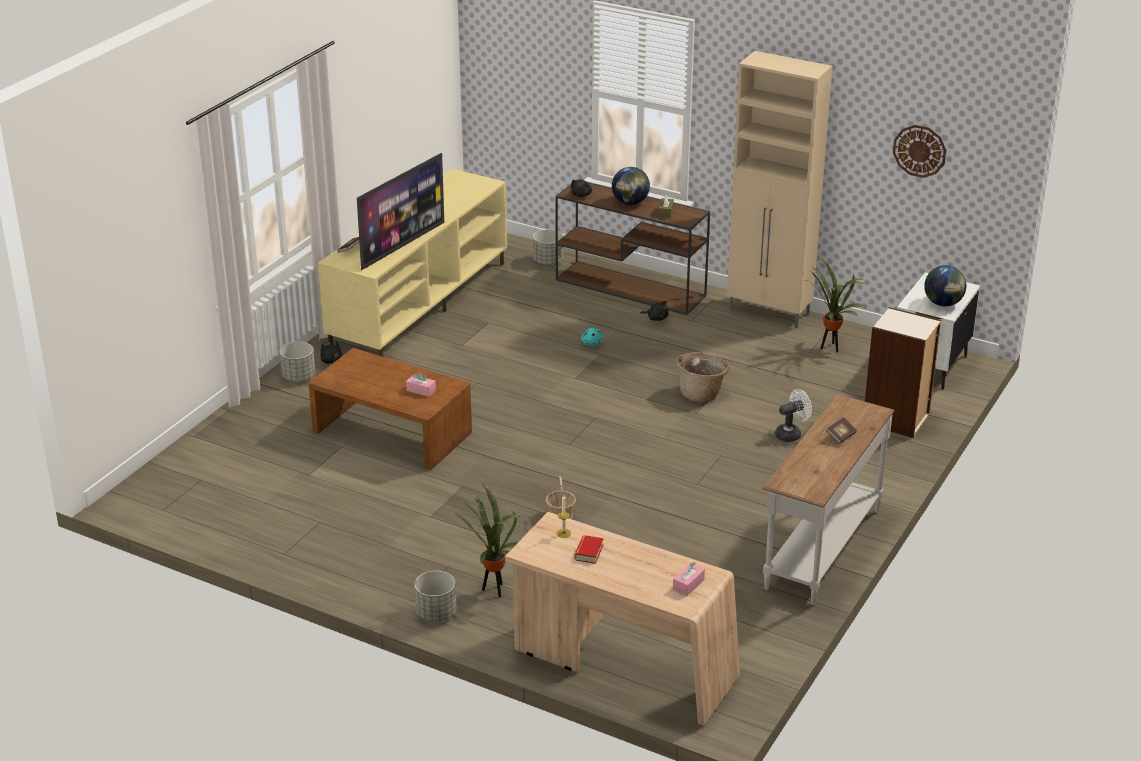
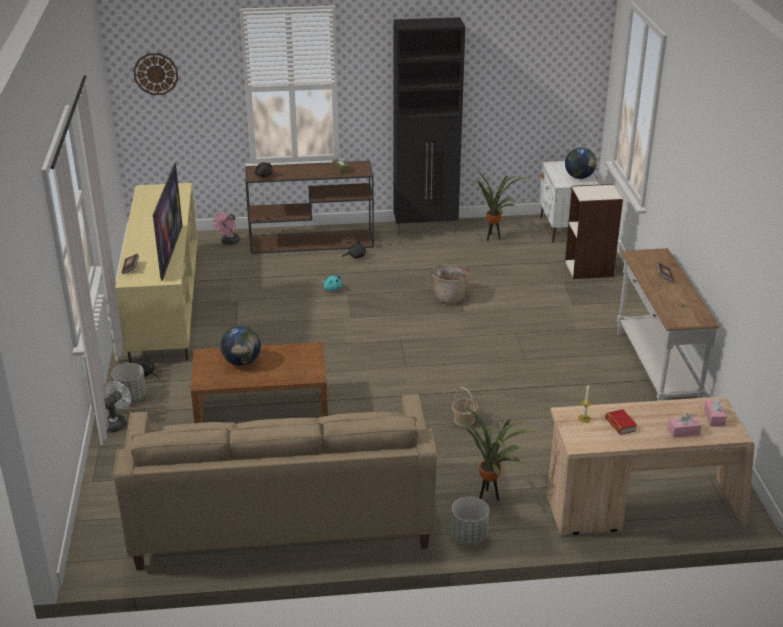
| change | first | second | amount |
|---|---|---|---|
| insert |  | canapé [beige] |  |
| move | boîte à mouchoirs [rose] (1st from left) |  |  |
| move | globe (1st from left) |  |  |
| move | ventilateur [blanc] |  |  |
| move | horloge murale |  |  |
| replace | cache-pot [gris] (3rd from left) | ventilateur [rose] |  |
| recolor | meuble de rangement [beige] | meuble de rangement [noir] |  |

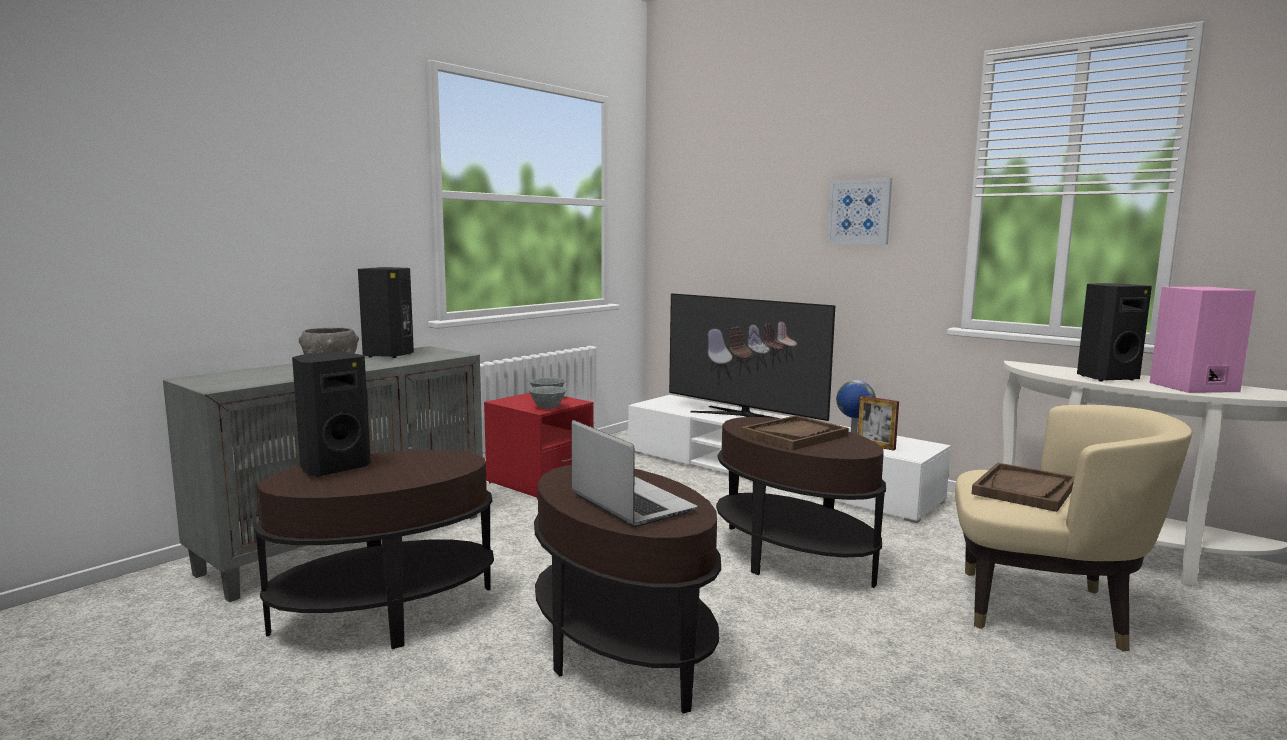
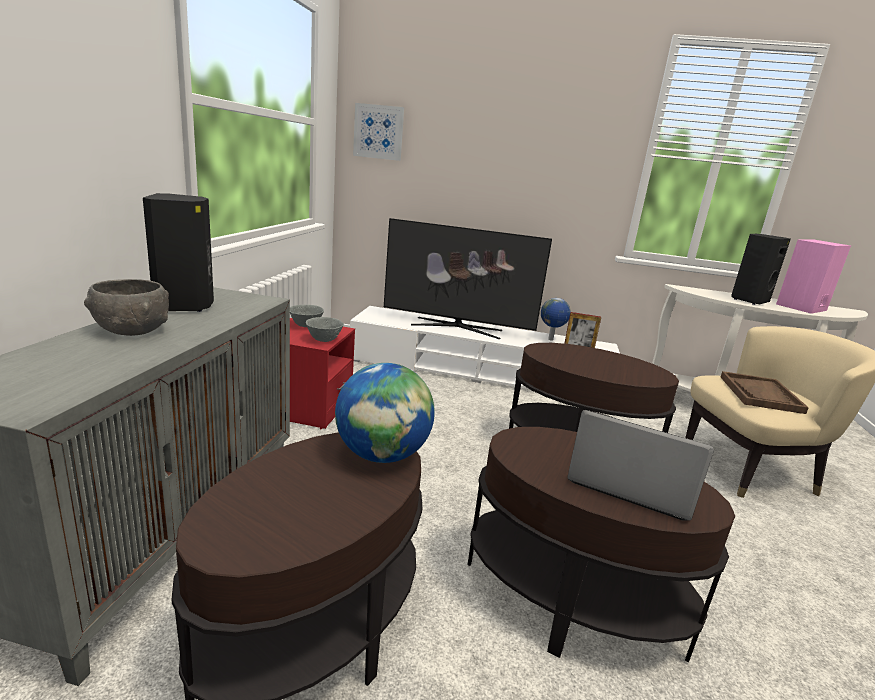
| change | first | second | amount |
|---|---|---|---|
| delete | enceinte [noir] (1st from left) |  |  |
| delete | plateau [marron] (1st from left) |  |  |
| insert |  | globe (1st from left) |  |
| move | tableau |  |  |

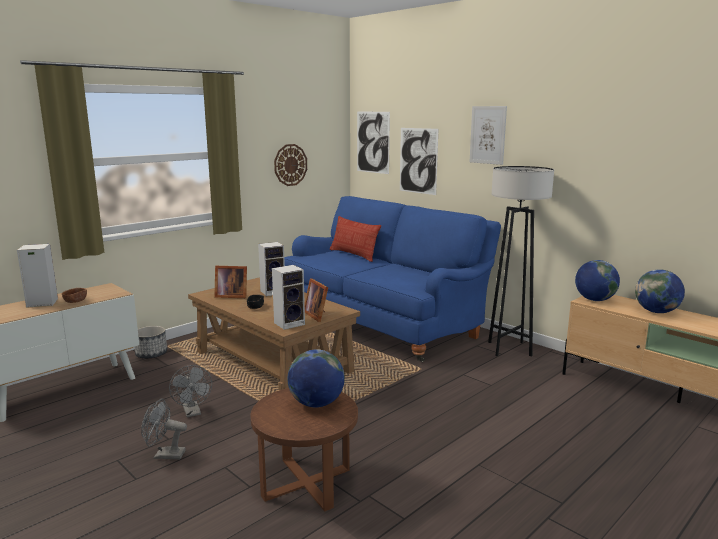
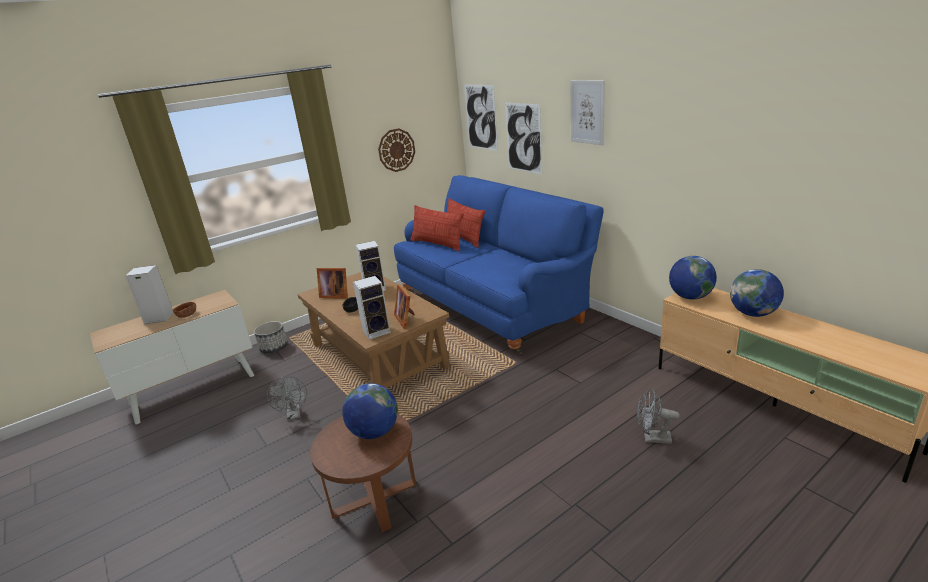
| change | first | second | amount |
|---|---|---|---|
| delete | lampadaire [gris] |  |  |
| insert |  | coussin (1st from left) |  |
| move | ventilateur [gris] (1st from left in the first image) | ventilateur [gris] (2nd from left) |  |

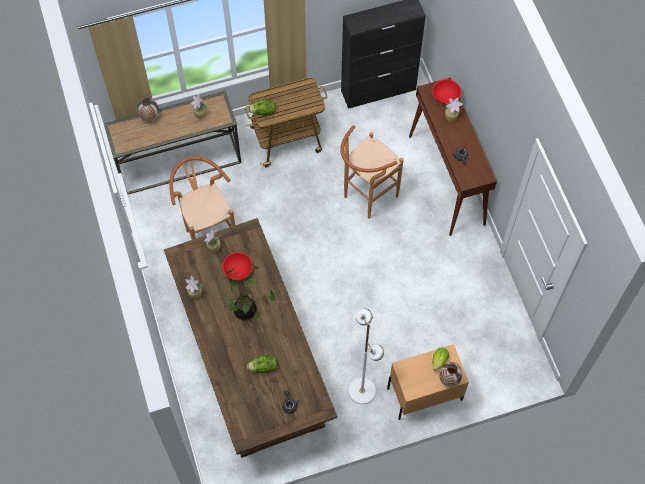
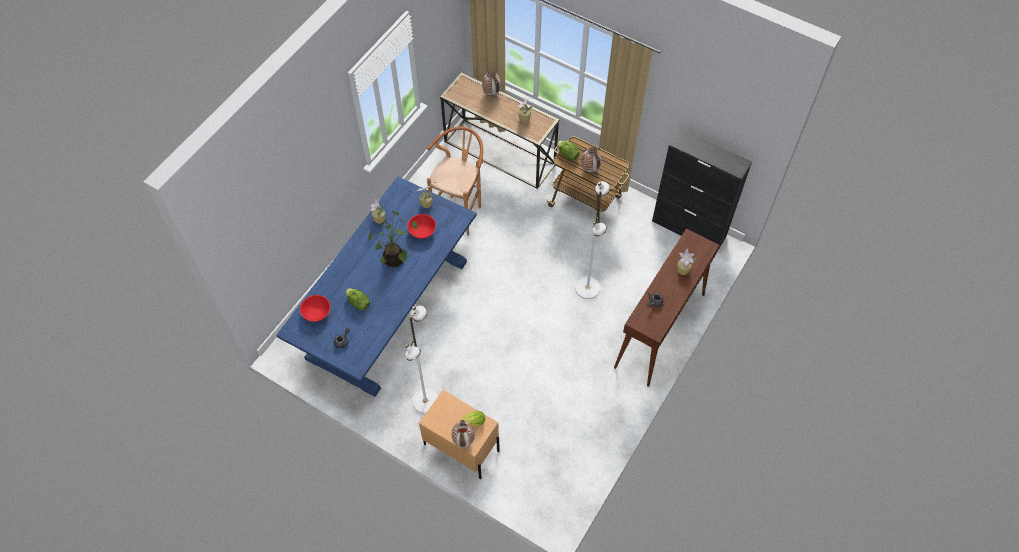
| change | first | second | amount |
|---|---|---|---|
| insert |  | vase (3rd from left) |  |
| move | bol [rouge] (2nd from left in the first image) | bol [rouge] (1st from left) |  |
| replace | tabouret [marron] (2nd from left) | lampadaire [blanc] (2nd from left) |  |
| recolor | table à manger [marron] | table à manger [bleu] |  |

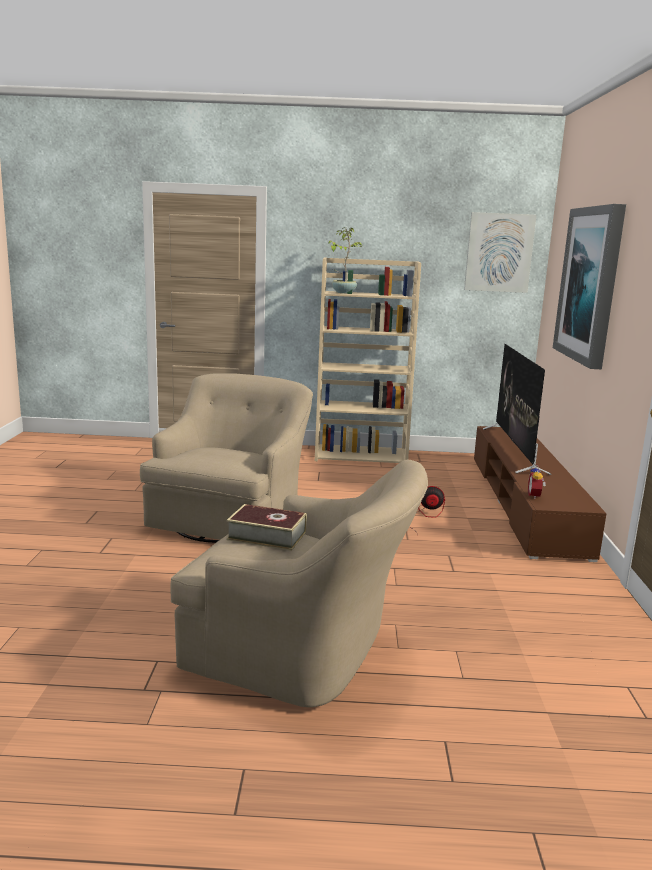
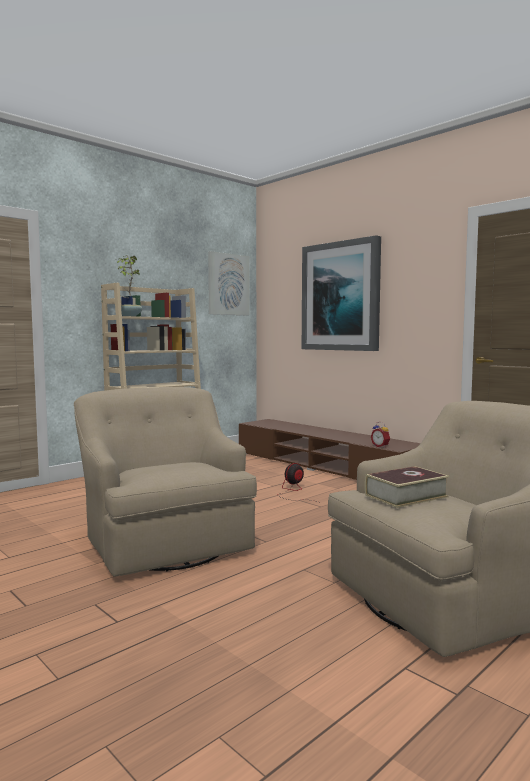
| change | first | second | amount |
|---|---|---|---|
| delete | téléviseur |  |  |

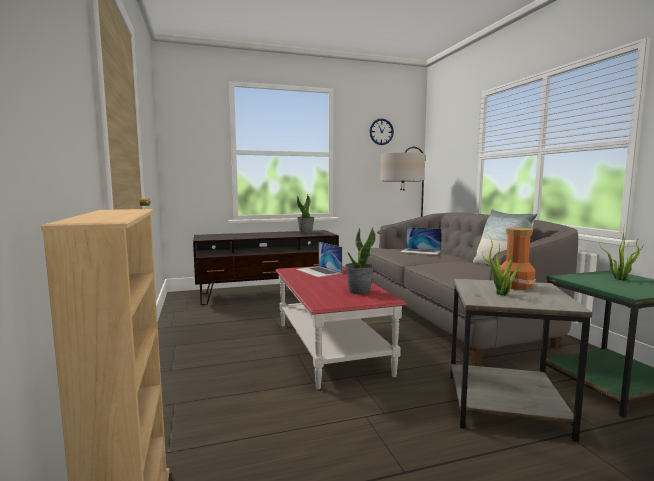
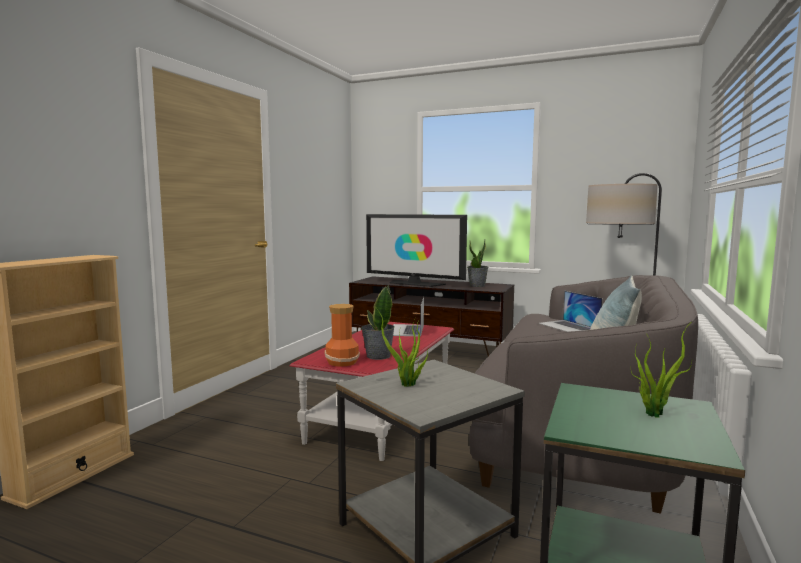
| change | first | second | amount |
|---|---|---|---|
| delete | horloge murale |  |  |
| insert |  | téléviseur |  |
| move | vase |  |  |

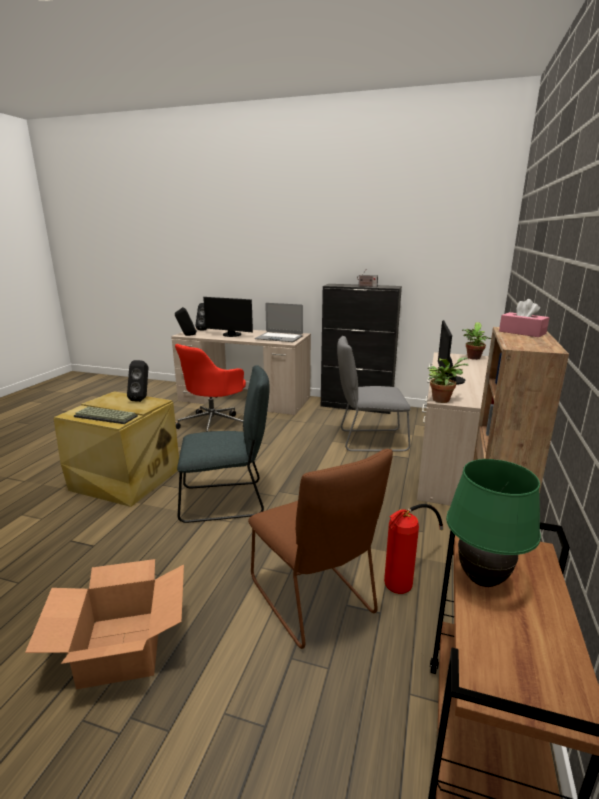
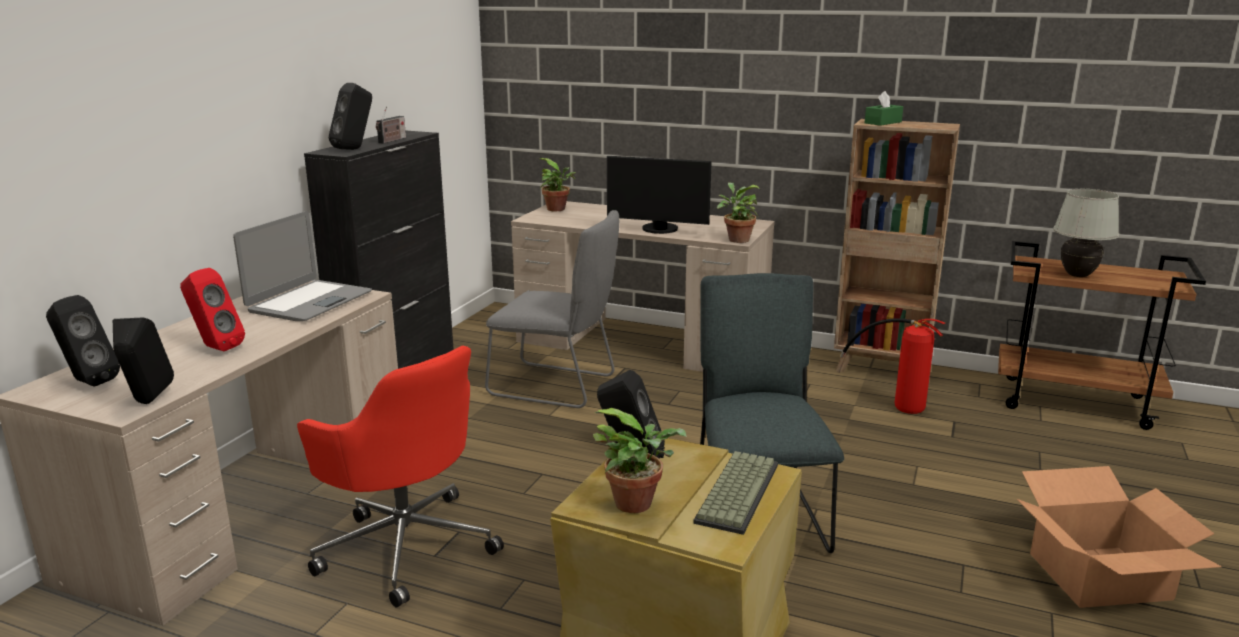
| change | first | second | amount |
|---|---|---|---|
| delete | chaise [marron] |  |  |
| insert |  | enceinte [noir] (3rd from left) |  |
| insert |  | plante en pot (2nd from left) |  |
| replace | écran d'ordinateur (1st from left) | enceinte [rouge] |  |
| recolor | lampe de table [vert] | lampe de table [blanc] |  |
| recolor | boîte à mouchoirs [rose] | boîte à mouchoirs [vert] |  |
| rotate | chaise [gris] (2nd from left in the first image) | chaise [gris] (1st from left) | 75 degrees counterclockwise |

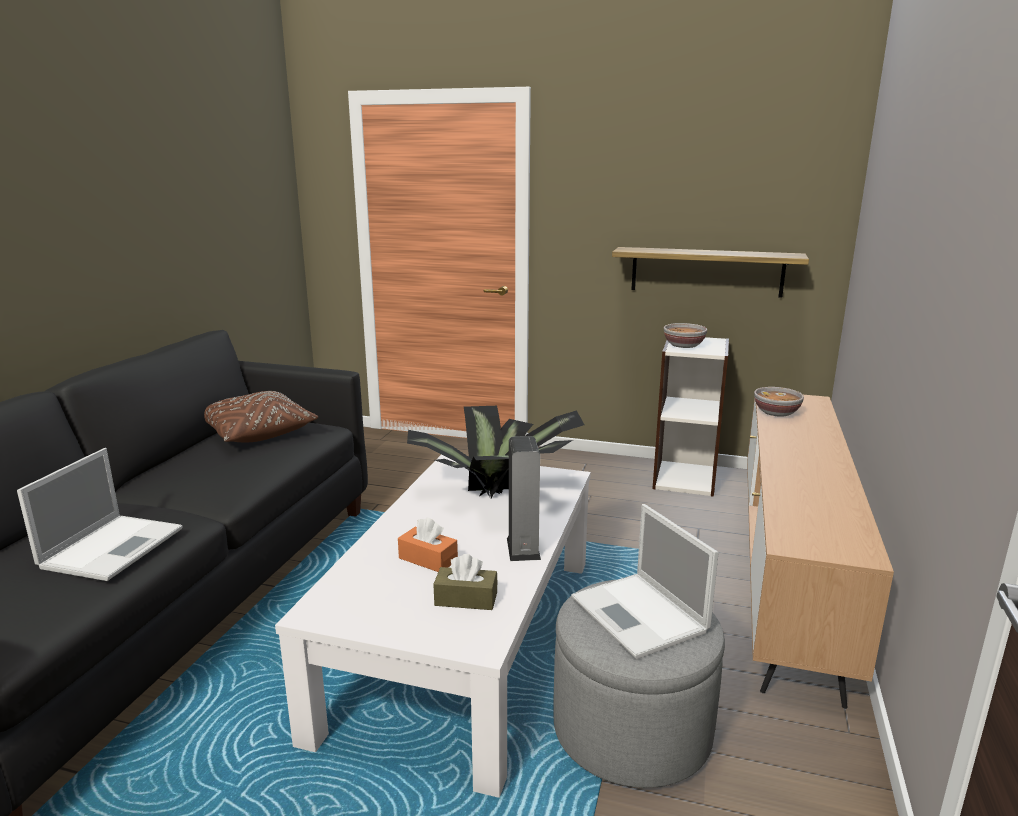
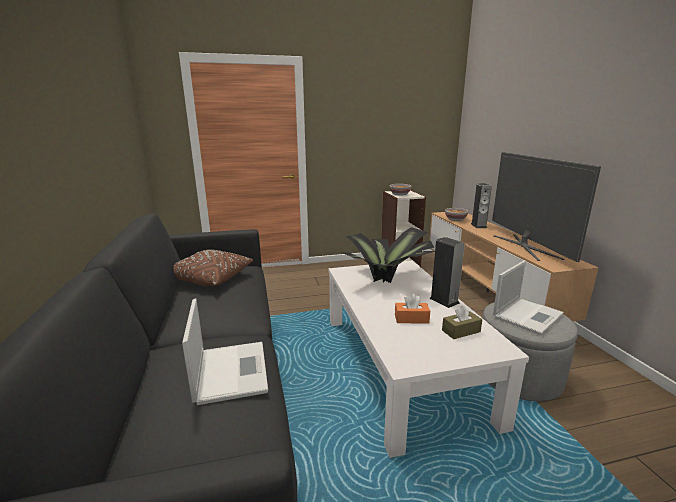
| change | first | second | amount |
|---|---|---|---|
| delete | étagère |  |  |
| insert |  | enceinte (2nd from left) |  |
| insert |  | téléviseur |  |
| rotate | ordinateur portable (2nd from left) |  | 75 degrees counterclockwise |

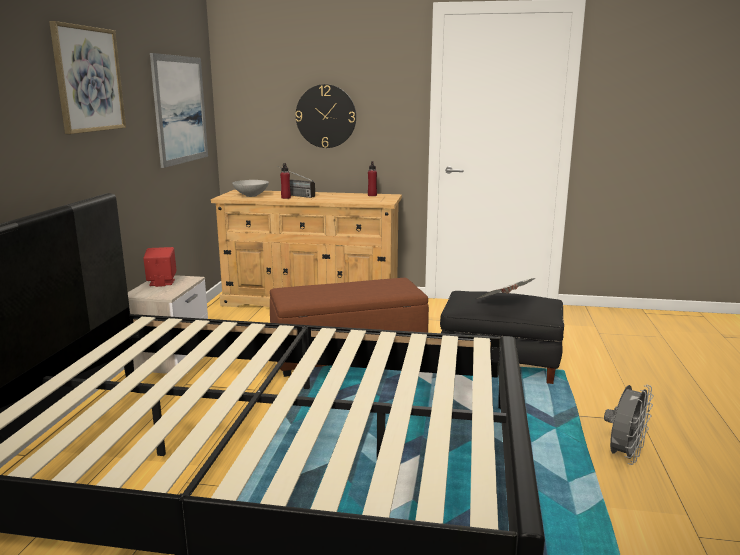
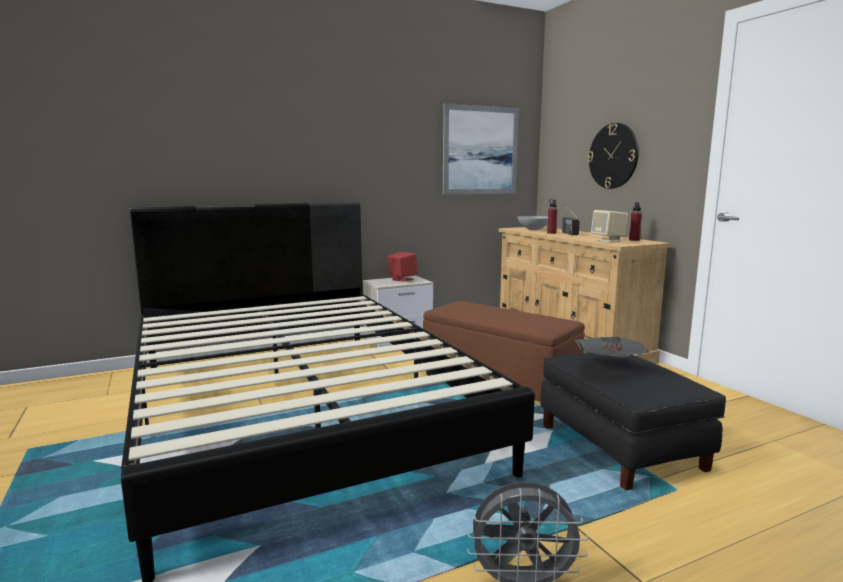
| change | first | second | amount |
|---|---|---|---|
| delete | tableau (1st from left) |  |  |
| insert |  | enceinte [beige] |  |

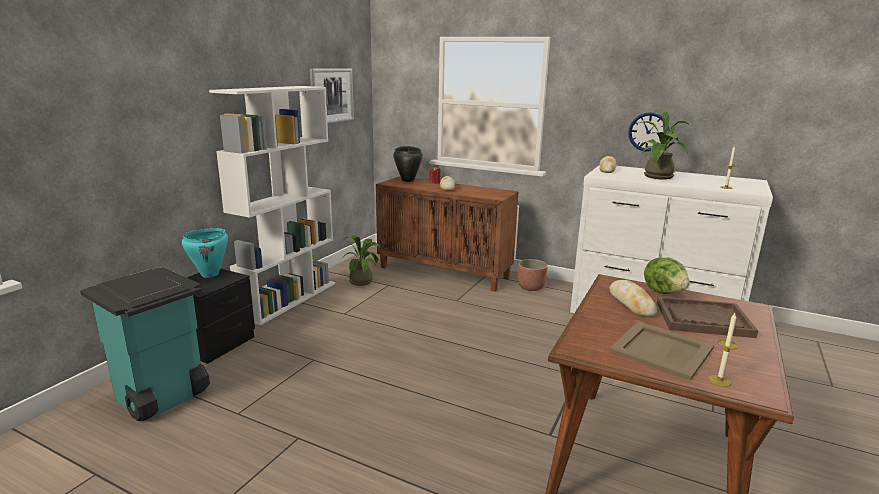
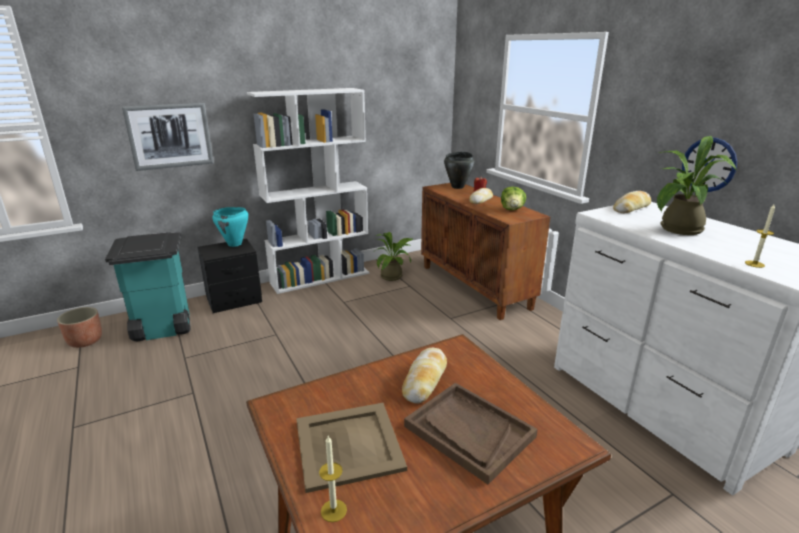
| change | first | second | amount |
|---|---|---|---|
| move | tableau |  |  |
| move | cache-pot |  |  |
| move | laitue |  |  |

